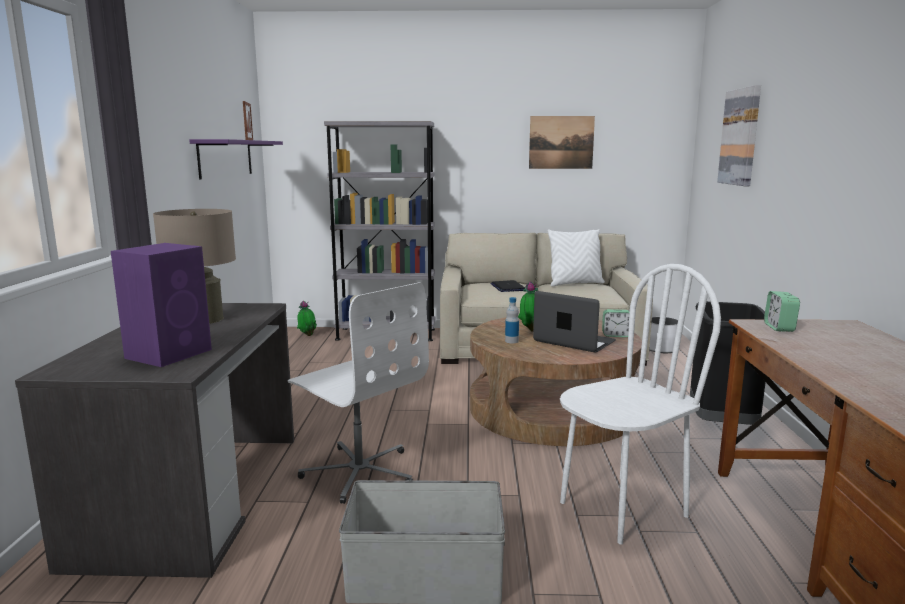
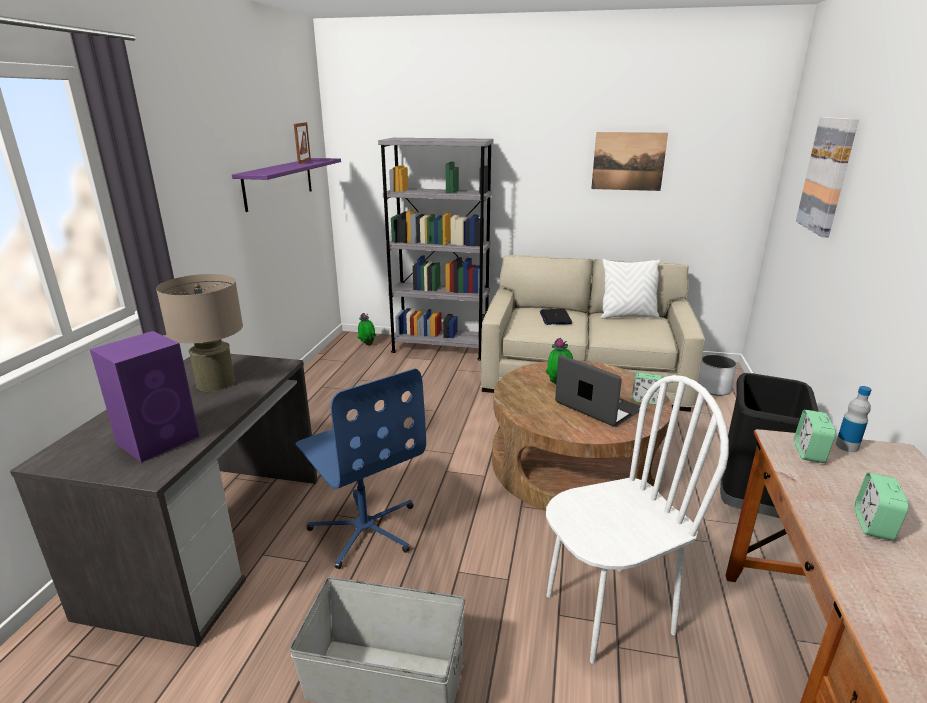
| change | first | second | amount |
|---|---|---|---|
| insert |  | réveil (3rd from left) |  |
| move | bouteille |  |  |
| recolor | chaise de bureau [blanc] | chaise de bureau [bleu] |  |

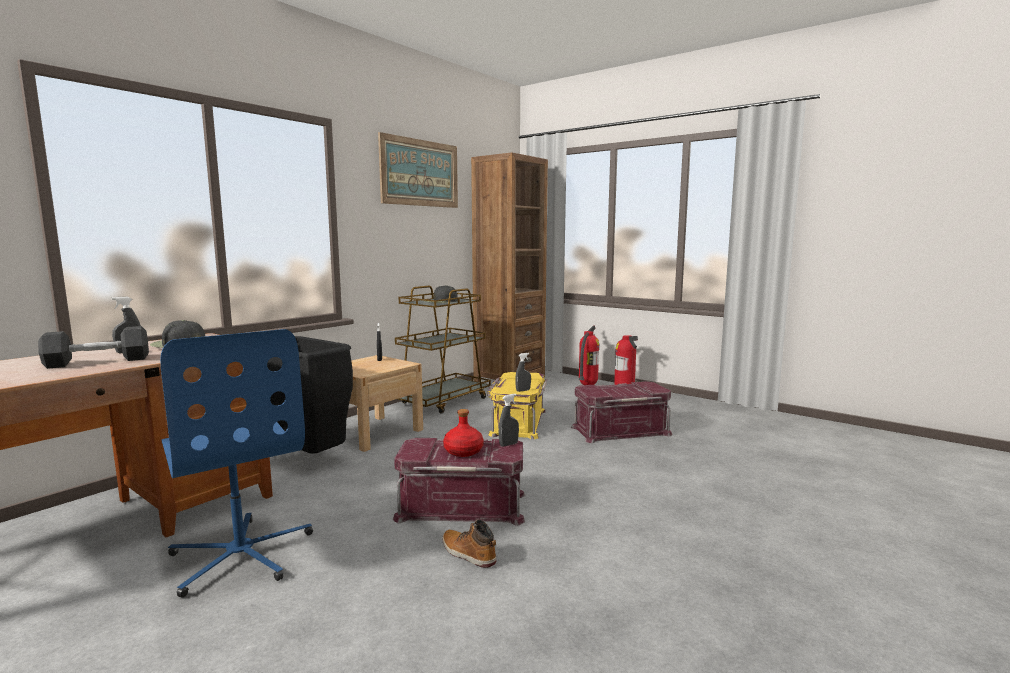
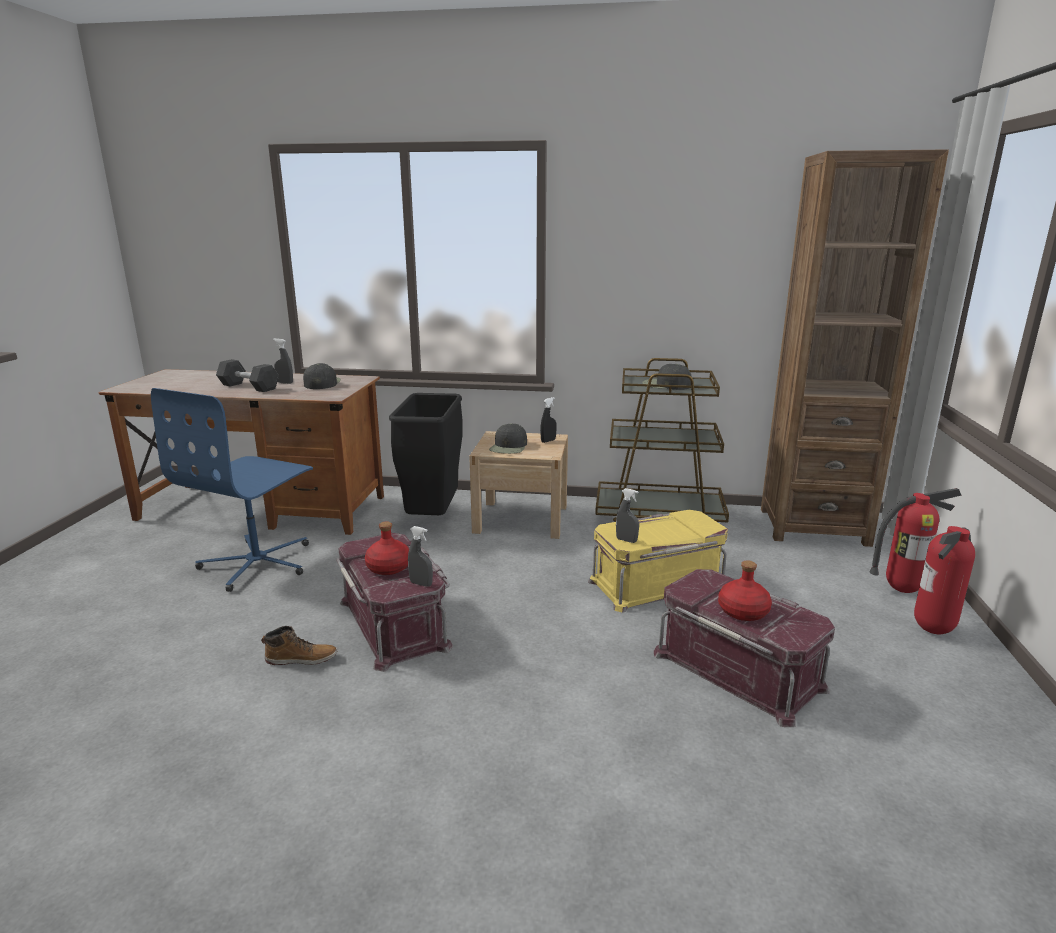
| change | first | second | amount |
|---|---|---|---|
| delete | tableau |  |  |
| insert |  | casquette [noir] (2nd from left) |  |
| insert |  | bouteille [rouge] (2nd from left) |  |
| rotate | botte |  | 75 degrees clockwise |

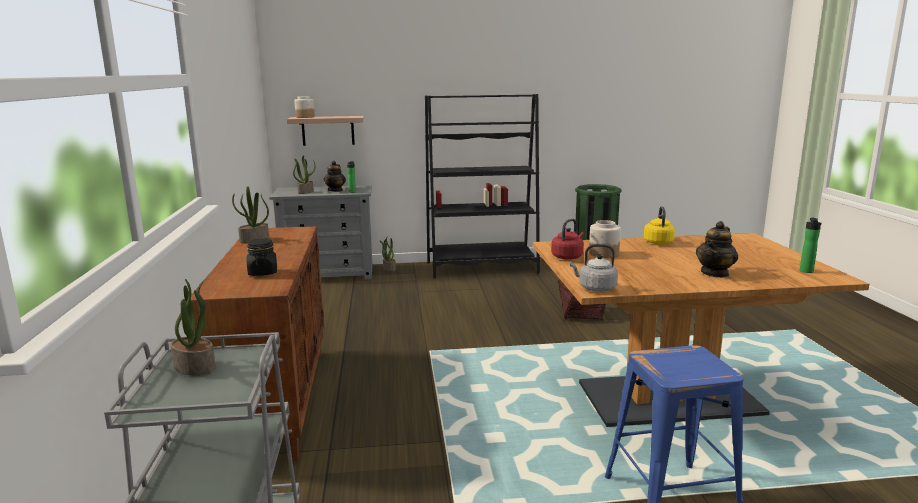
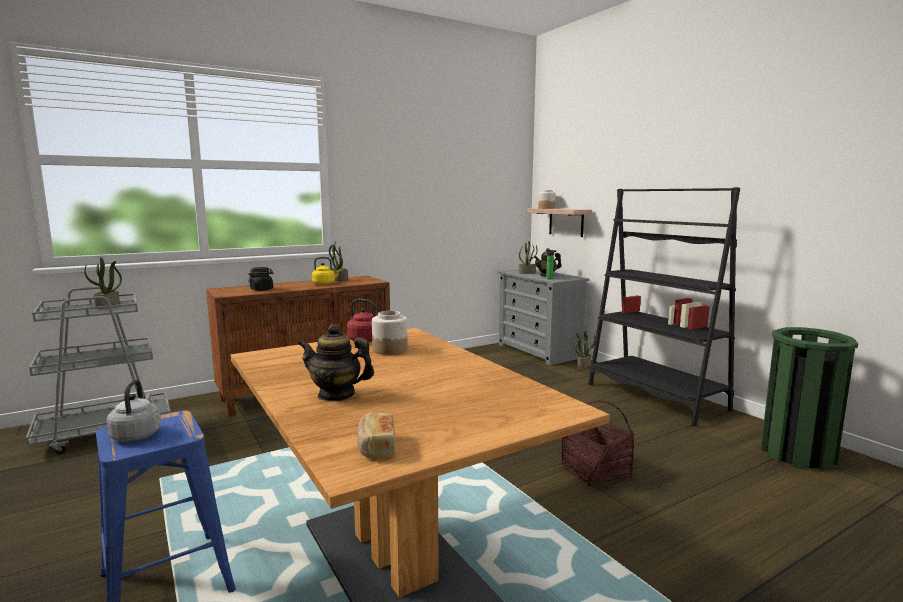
| change | first | second | amount |
|---|---|---|---|
| move | bouilloire [gris] |  |  |
| move | bouilloire [jaune] |  |  |
| replace | bouteille (2nd from left) | pain |  |

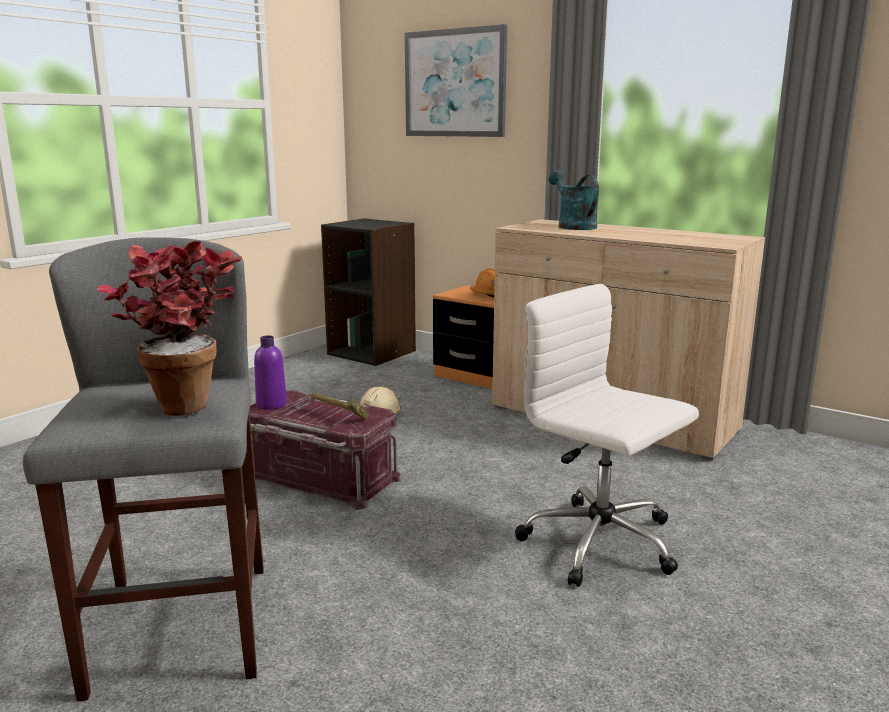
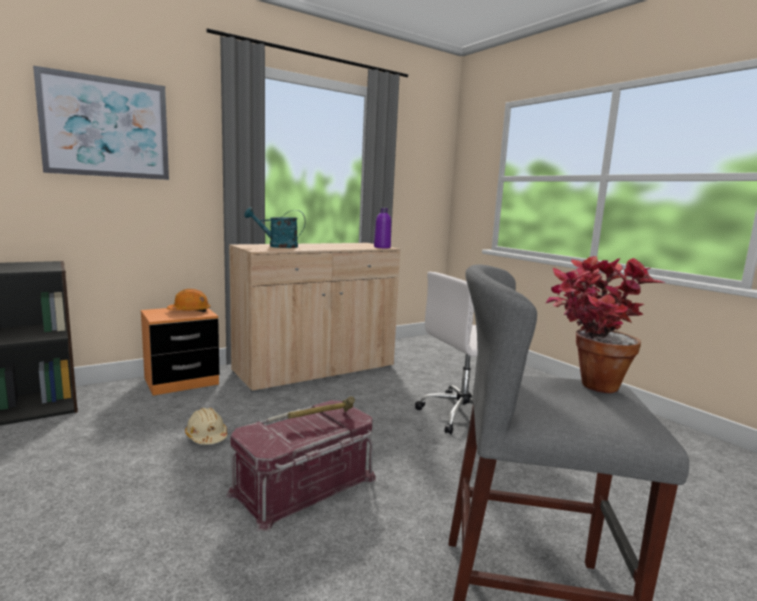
| change | first | second | amount |
|---|---|---|---|
| move | bouteille [violet] |  |  |

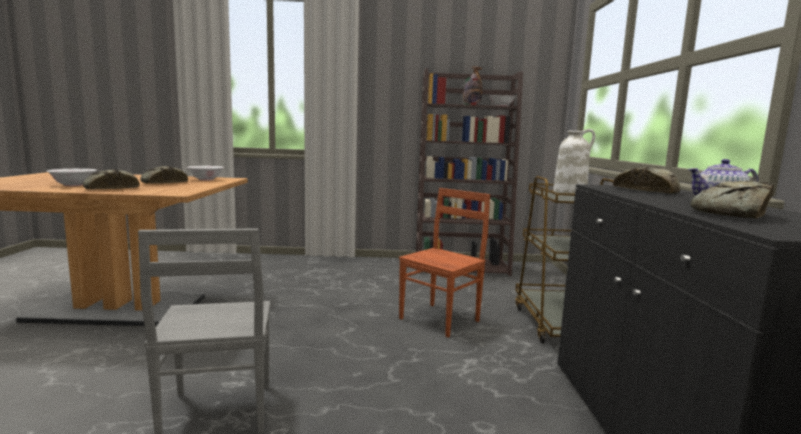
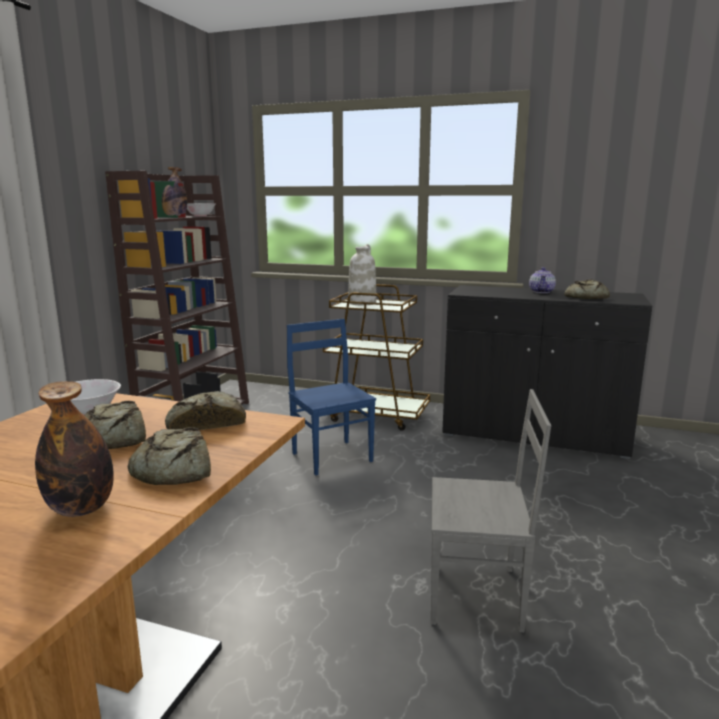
| change | first | second | amount |
|---|---|---|---|
| move | pain (3rd from left) |  |  |
| replace | bol [blanc] (1st from left) | bouteille (1st from left) |  |
| recolor | chaise [marron] | chaise [bleu] |  |

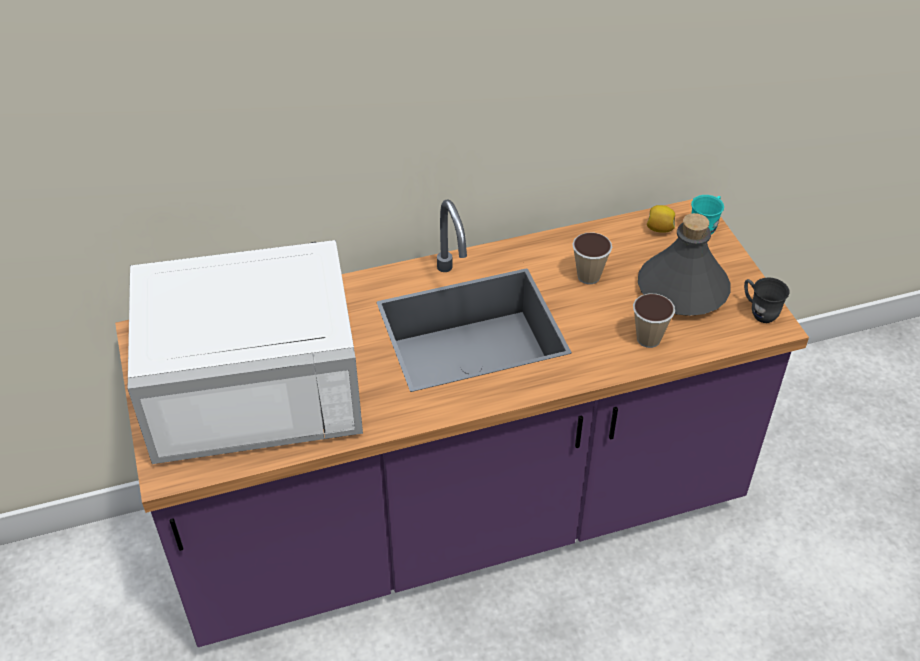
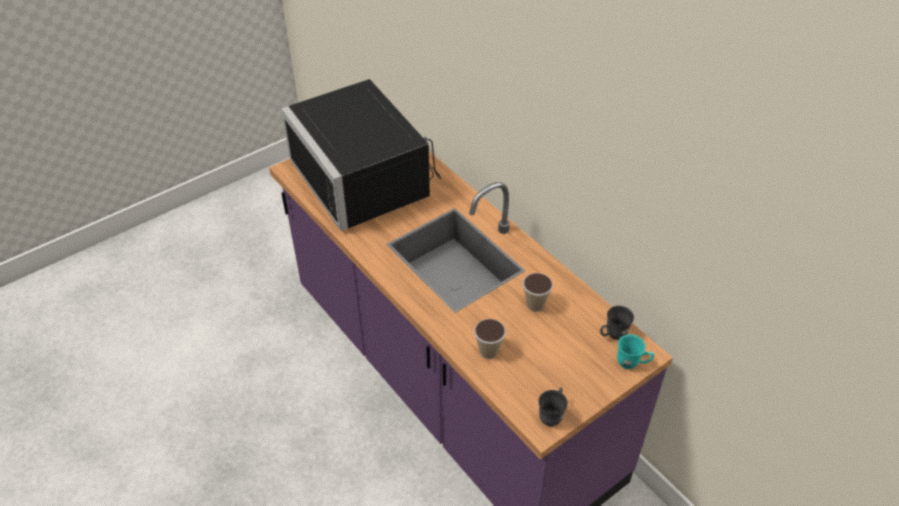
| change | first | second | amount |
|---|---|---|---|
| delete | bouteille [gris] |  |  |
| replace | citron | mug [gris] (2nd from left) |  |
| recolor | micro-ondes [blanc] | micro-ondes [noir] |  |

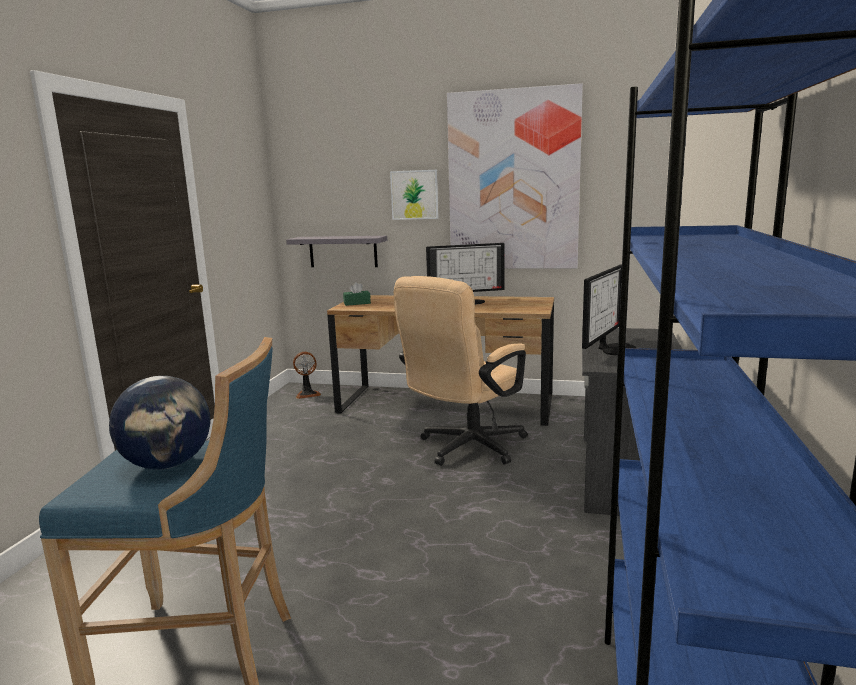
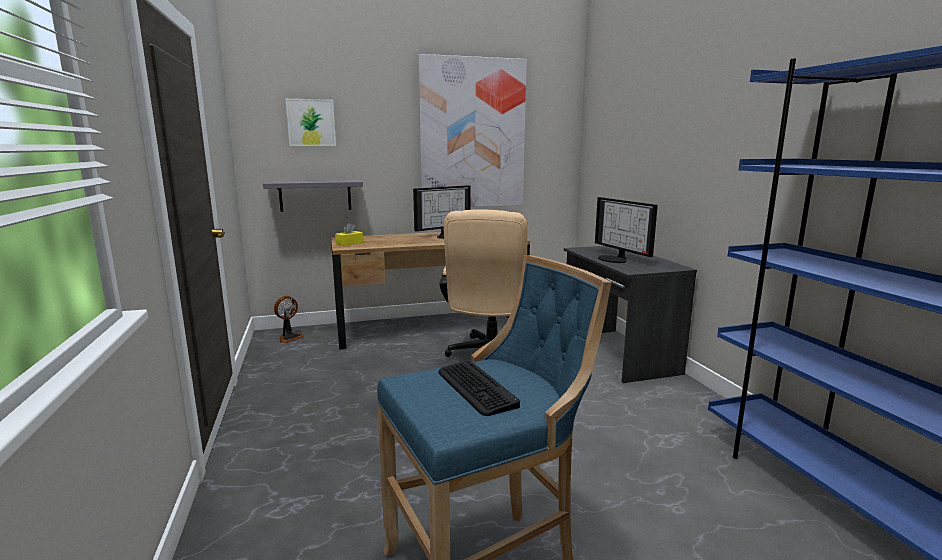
| change | first | second | amount |
|---|---|---|---|
| move | tableau (1st from left) |  |  |
| replace | globe | clavier |  |
| recolor | boîte à mouchoirs [vert] | boîte à mouchoirs [jaune] |  |
| rotate | écran d'ordinateur (2nd from left) |  | 150 degrees clockwise |

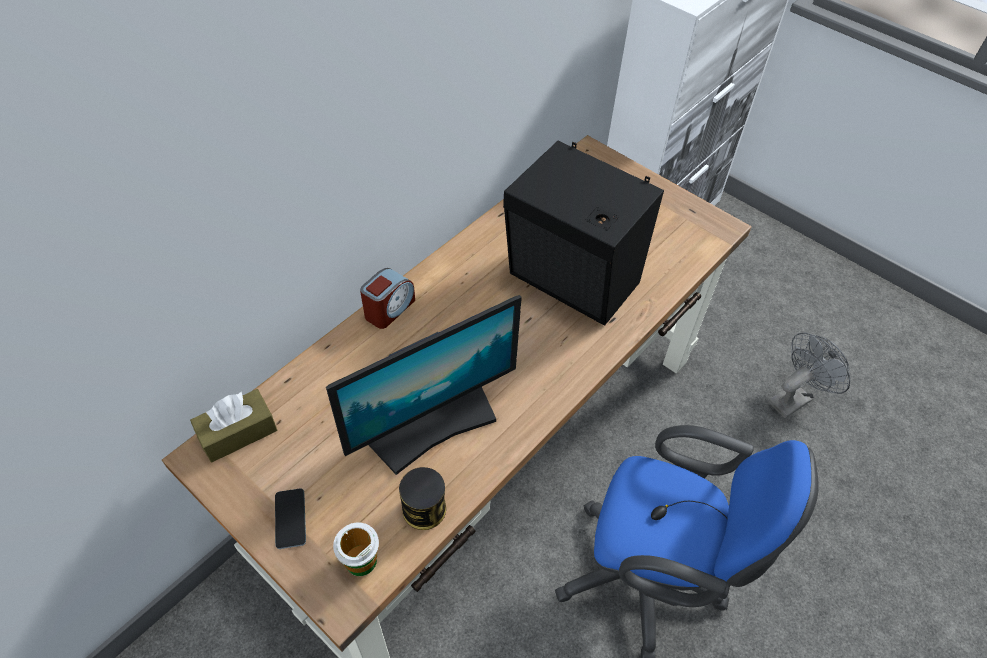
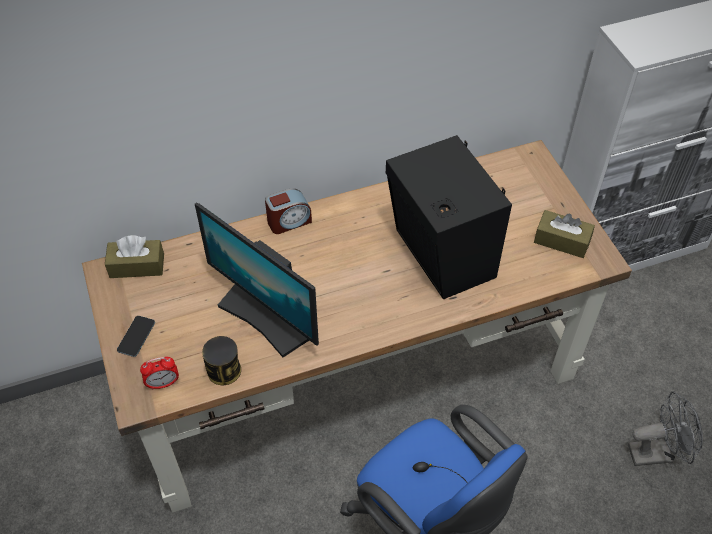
| change | first | second | amount |
|---|---|---|---|
| insert |  | boîte à mouchoirs [marron] (2nd from left) |  |
| replace | tasse | réveil (1st from left) |  |
| rotate | écran d'ordinateur |  | 45 degrees clockwise |

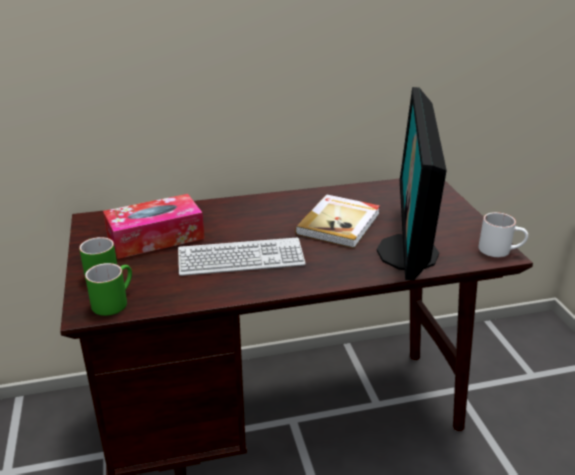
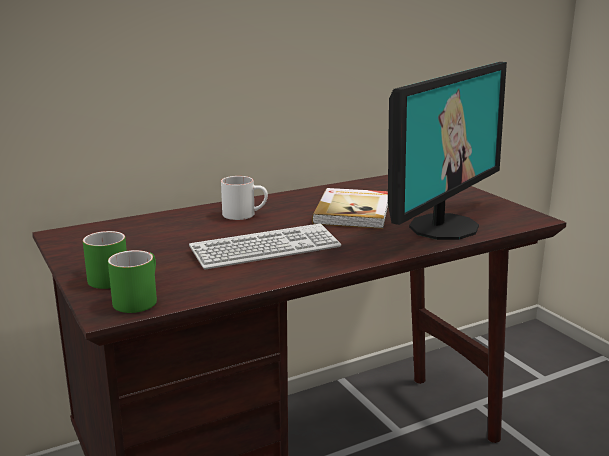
| change | first | second | amount |
|---|---|---|---|
| delete | boîte à mouchoirs |  |  |
| move | mug [blanc] |  |  |
| rotate | écran d'ordinateur |  | 135 degrees counterclockwise |

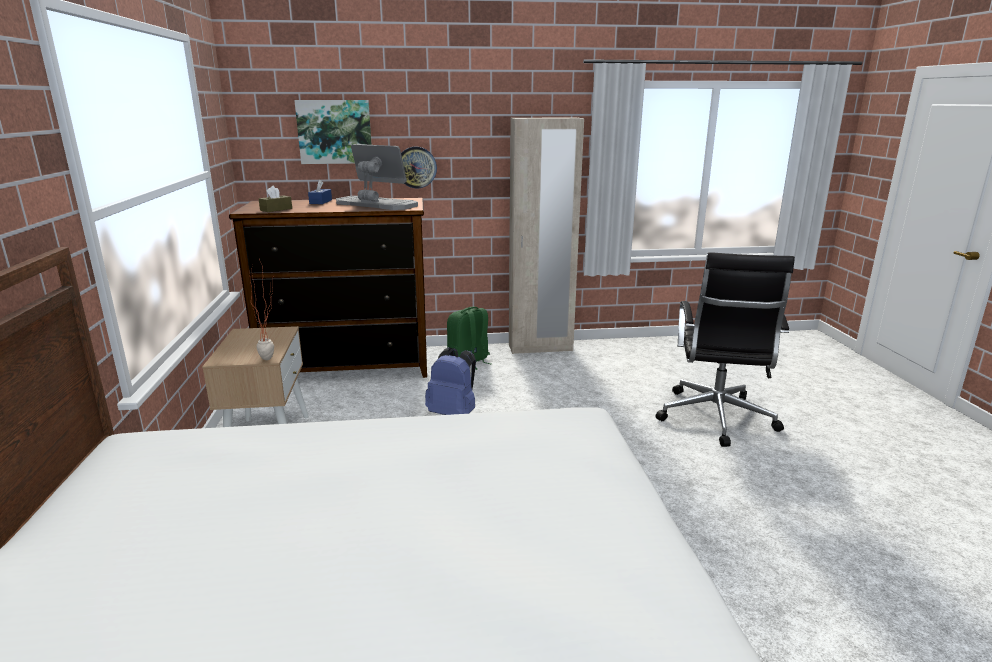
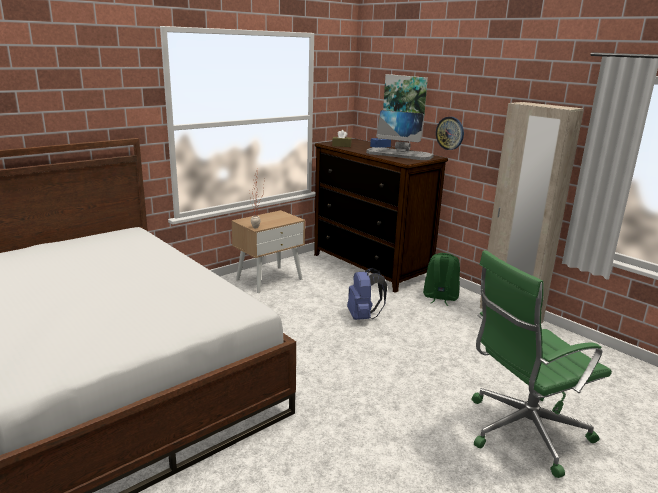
| change | first | second | amount |
|---|---|---|---|
| recolor | chaise de bureau [noir] | chaise de bureau [vert] |  |
| rotate | écran d'ordinateur |  | 120 degrees clockwise |

